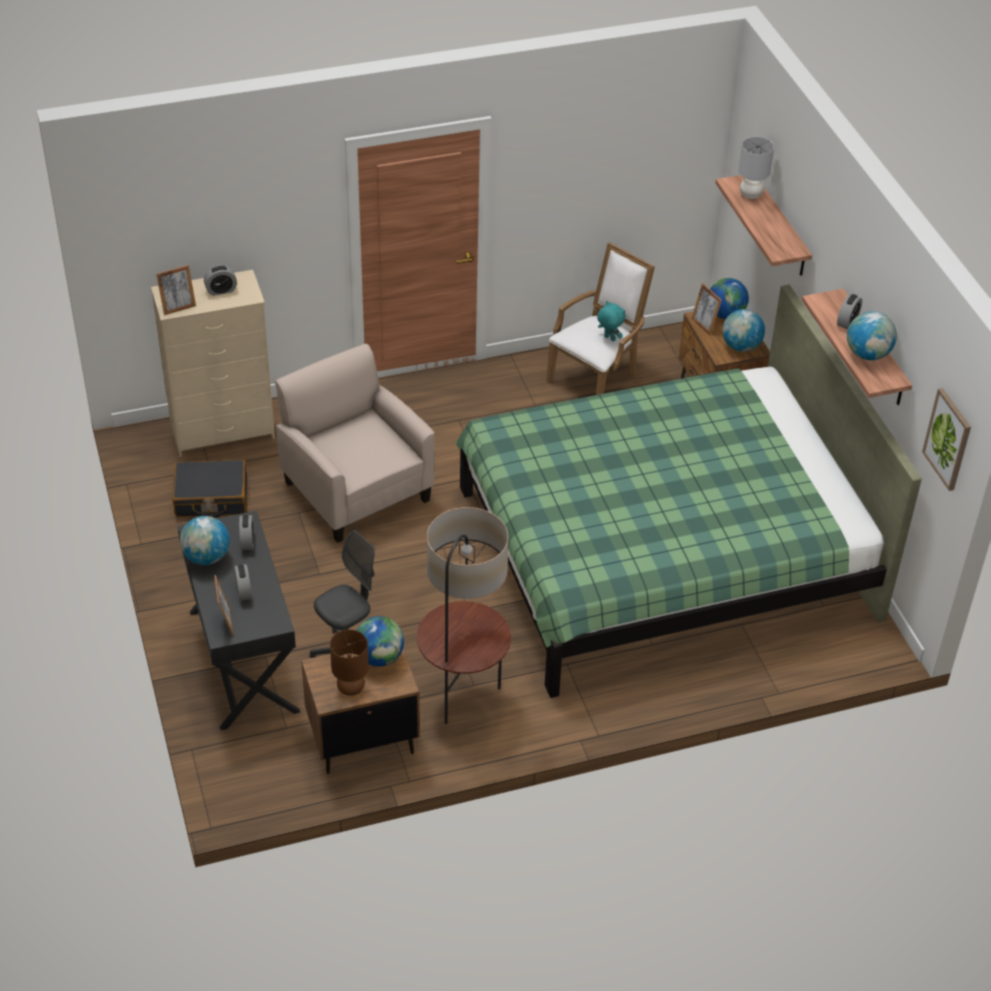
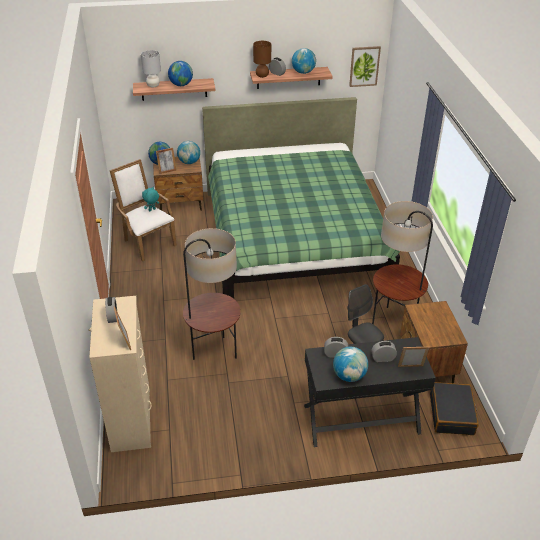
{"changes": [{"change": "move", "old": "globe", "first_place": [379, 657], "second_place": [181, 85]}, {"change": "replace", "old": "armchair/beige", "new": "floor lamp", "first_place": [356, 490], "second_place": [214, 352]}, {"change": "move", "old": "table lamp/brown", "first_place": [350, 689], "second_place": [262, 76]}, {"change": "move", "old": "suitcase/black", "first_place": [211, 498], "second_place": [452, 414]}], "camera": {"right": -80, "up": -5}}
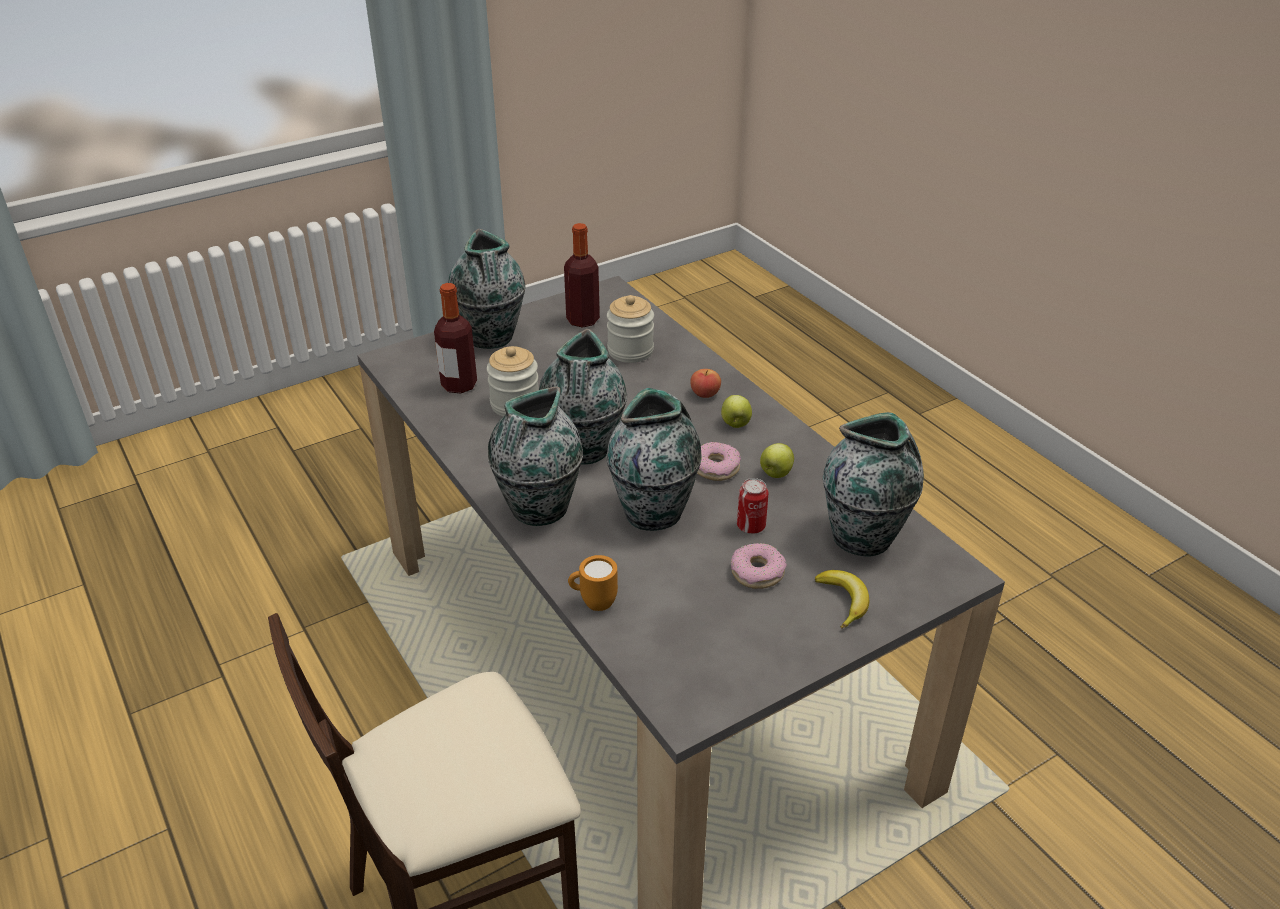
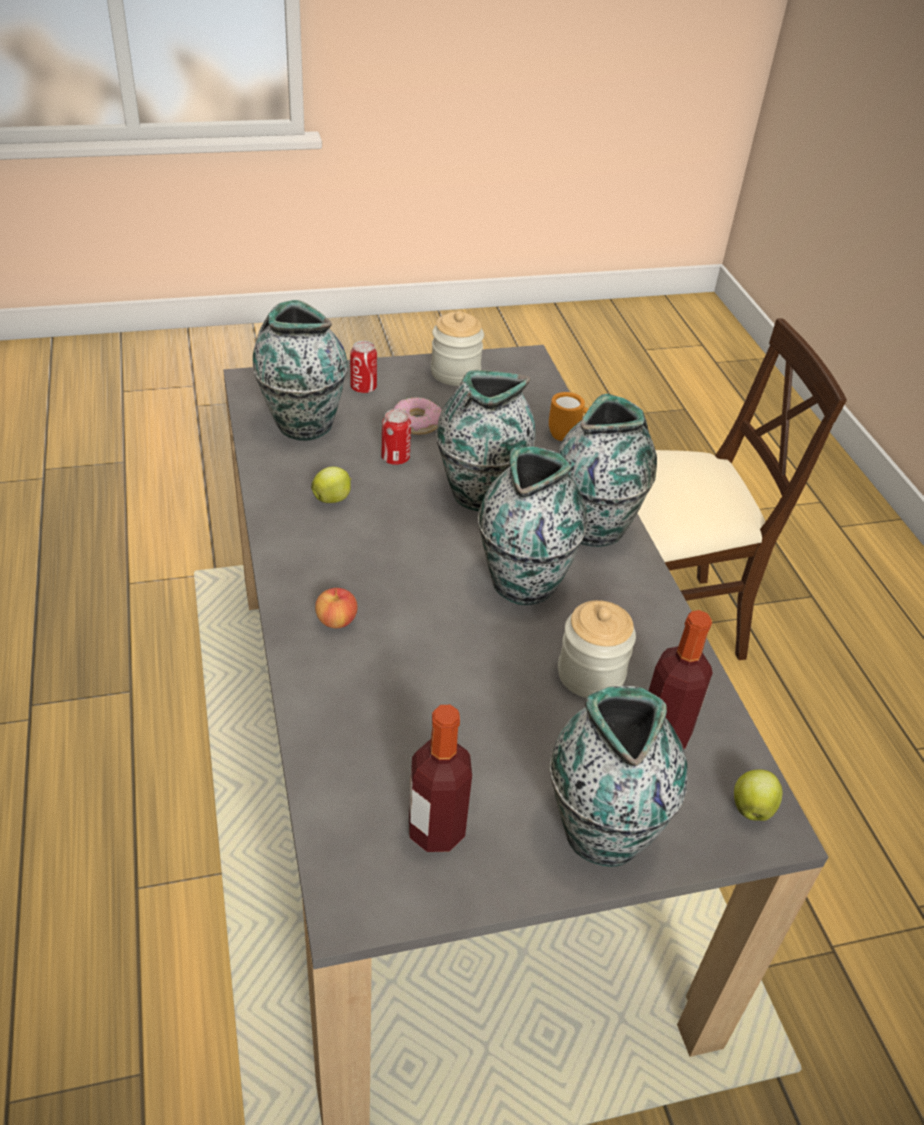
{"changes": [{"change": "replace", "old": "banana", "new": "can", "first_place": [843, 601], "second_place": [363, 388]}, {"change": "move", "old": "jar", "first_place": [630, 351], "second_place": [455, 373]}, {"change": "move", "old": "apple", "first_place": [735, 424], "second_place": [752, 807]}, {"change": "delete", "old": "donut", "first_place": [716, 468]}], "camera": {"right": -165, "up": 5}}
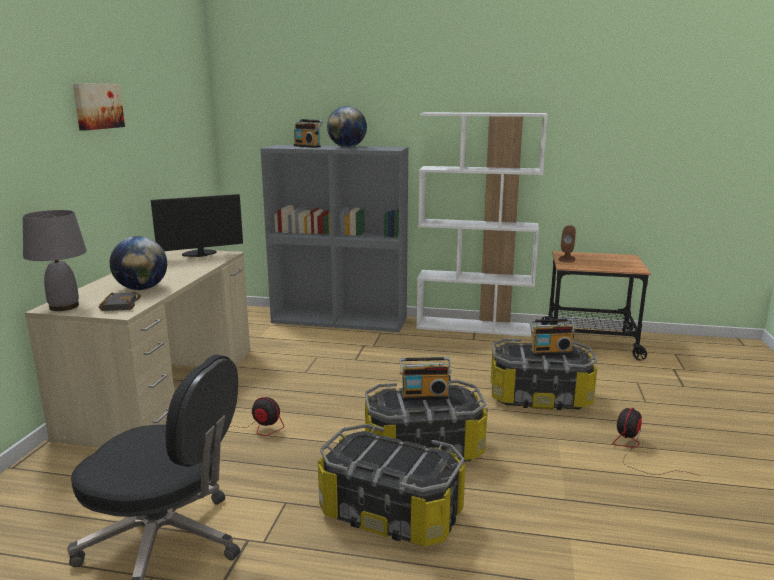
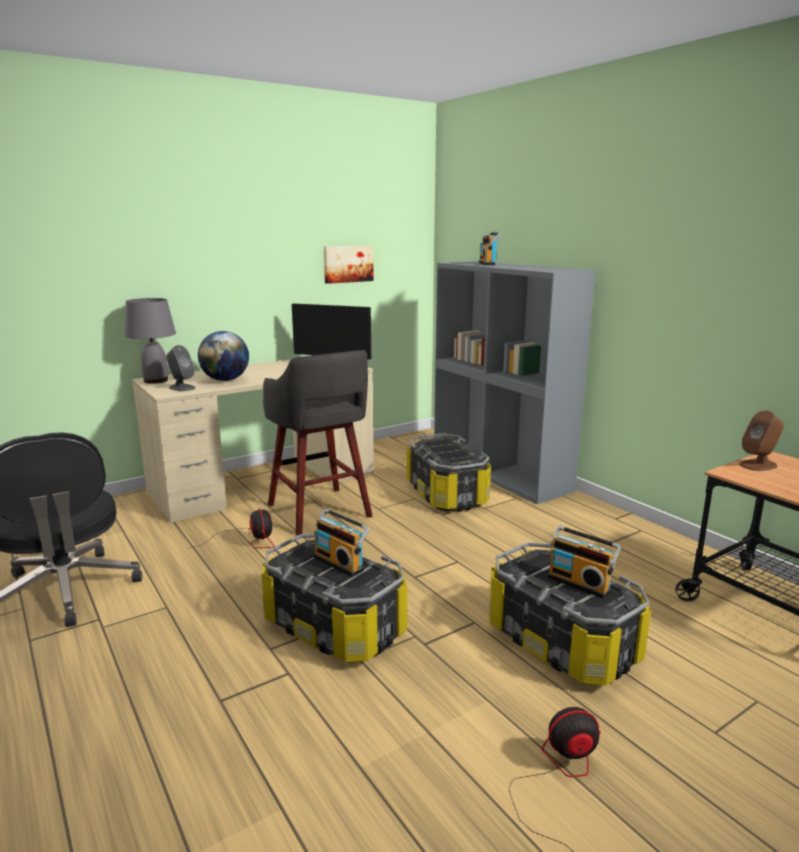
{"changes": [{"change": "replace", "old": "book/black", "new": "speaker/grey", "first_place": [119, 305], "second_place": [181, 388]}, {"change": "insert", "new": "stool/grey", "second_place": [320, 512]}, {"change": "move", "old": "picture", "first_place": [97, 106], "second_place": [347, 264]}, {"change": "move", "old": "storage box", "first_place": [390, 514], "second_place": [445, 494]}, {"change": "delete", "old": "globe", "first_place": [347, 147]}, {"change": "delete", "old": "bookcase/white", "first_place": [474, 326]}], "camera": {"right": 45, "up": 0}}
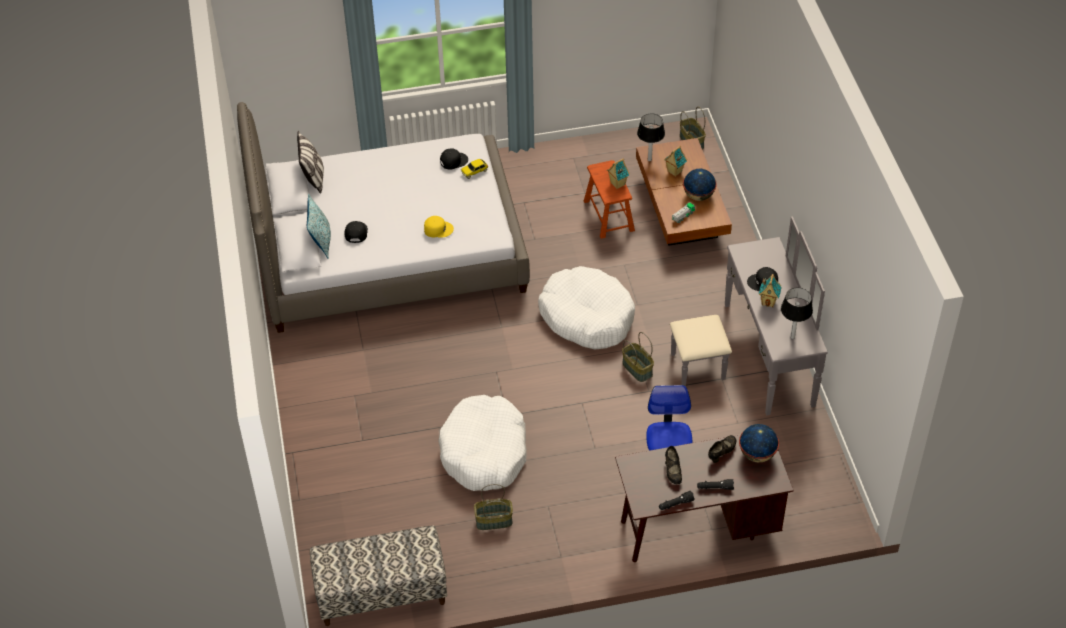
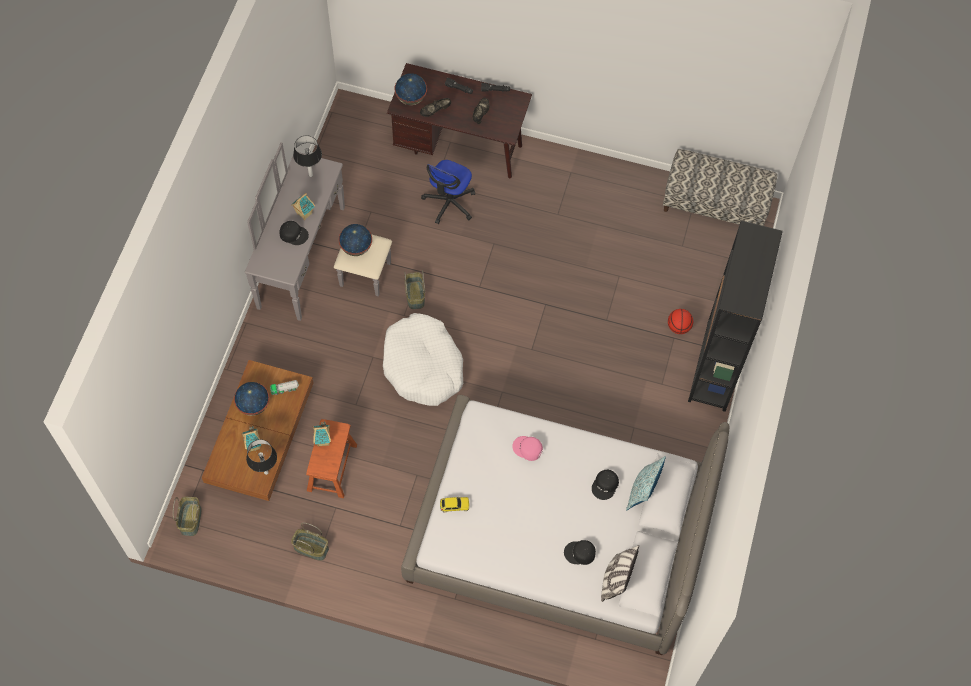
{"changes": [{"change": "move", "old": "basket", "first_place": [493, 521], "second_place": [311, 548]}, {"change": "insert", "new": "globe", "second_place": [356, 248]}, {"change": "recolor", "old": "cap/yellow", "new": "cap/pink", "first_place": [438, 229], "second_place": [527, 449]}, {"change": "move", "old": "cap/black", "first_place": [453, 161], "second_place": [580, 553]}, {"change": "insert", "new": "basketball", "second_place": [678, 327]}, {"change": "insert", "new": "bookcase/black", "second_place": [716, 366]}, {"change": "delete", "old": "dog bed/white", "first_place": [484, 452]}], "camera": {"right": -155, "up": 15}}
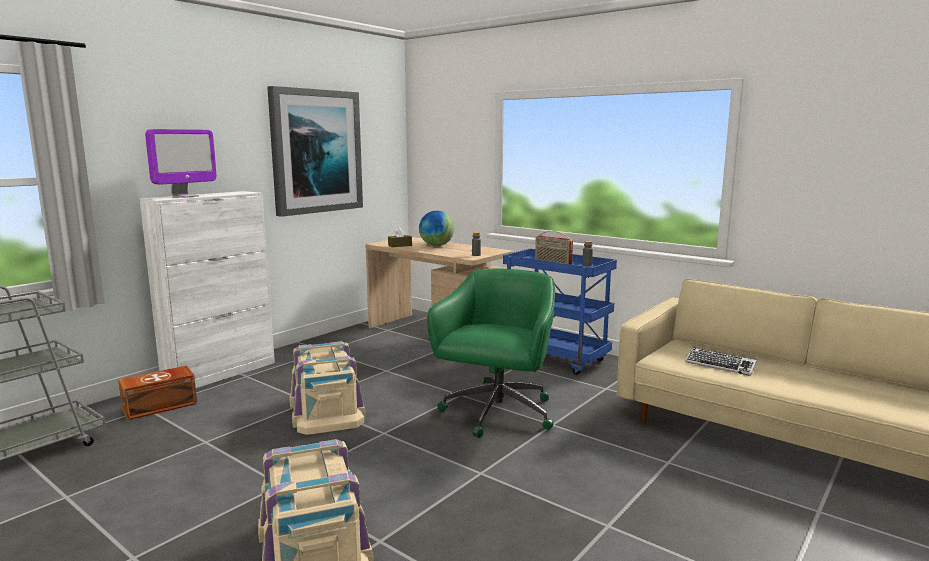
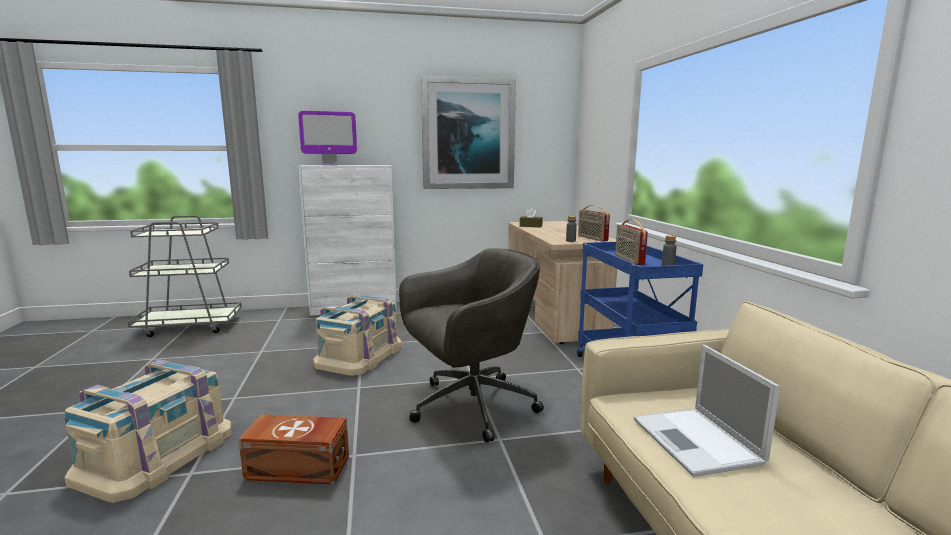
{"changes": [{"change": "move", "old": "storage box/brown", "first_place": [161, 406], "second_place": [298, 468]}, {"change": "recolor", "old": "office chair/green", "new": "office chair/grey", "first_place": [497, 414], "second_place": [470, 407]}, {"change": "insert", "new": "radio", "second_place": [592, 238]}, {"change": "replace", "old": "keyboard", "new": "laptop", "first_place": [720, 365], "second_place": [697, 442]}, {"change": "delete", "old": "globe", "first_place": [436, 245]}], "camera": {"right": 40, "up": 0}}
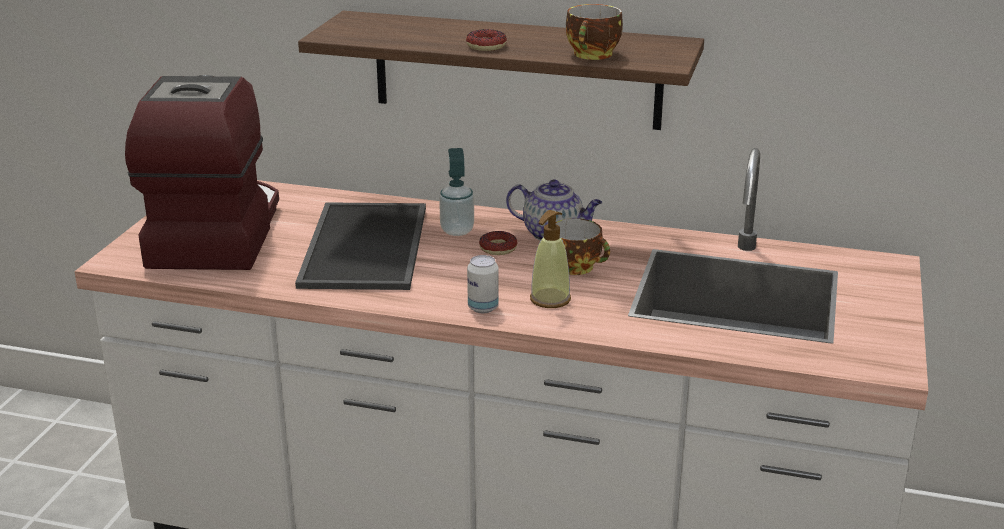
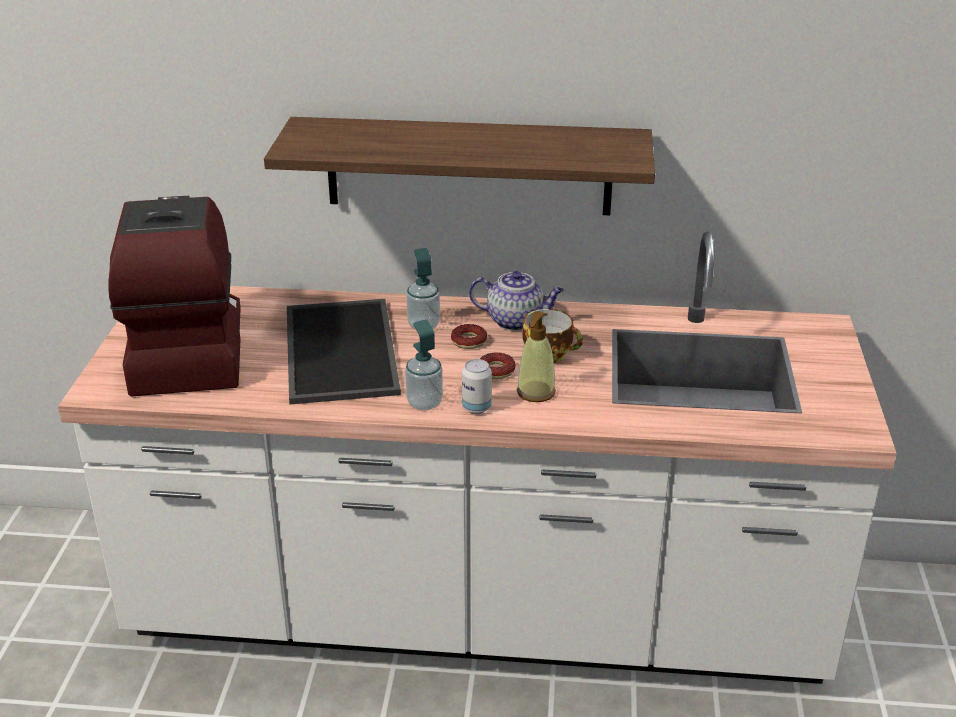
{"changes": [{"change": "insert", "new": "soap dispenser", "second_place": [424, 403]}, {"change": "move", "old": "donut", "first_place": [486, 46], "second_place": [496, 370]}, {"change": "delete", "old": "cup", "first_place": [593, 55]}], "camera": {"right": -10, "up": 5}}
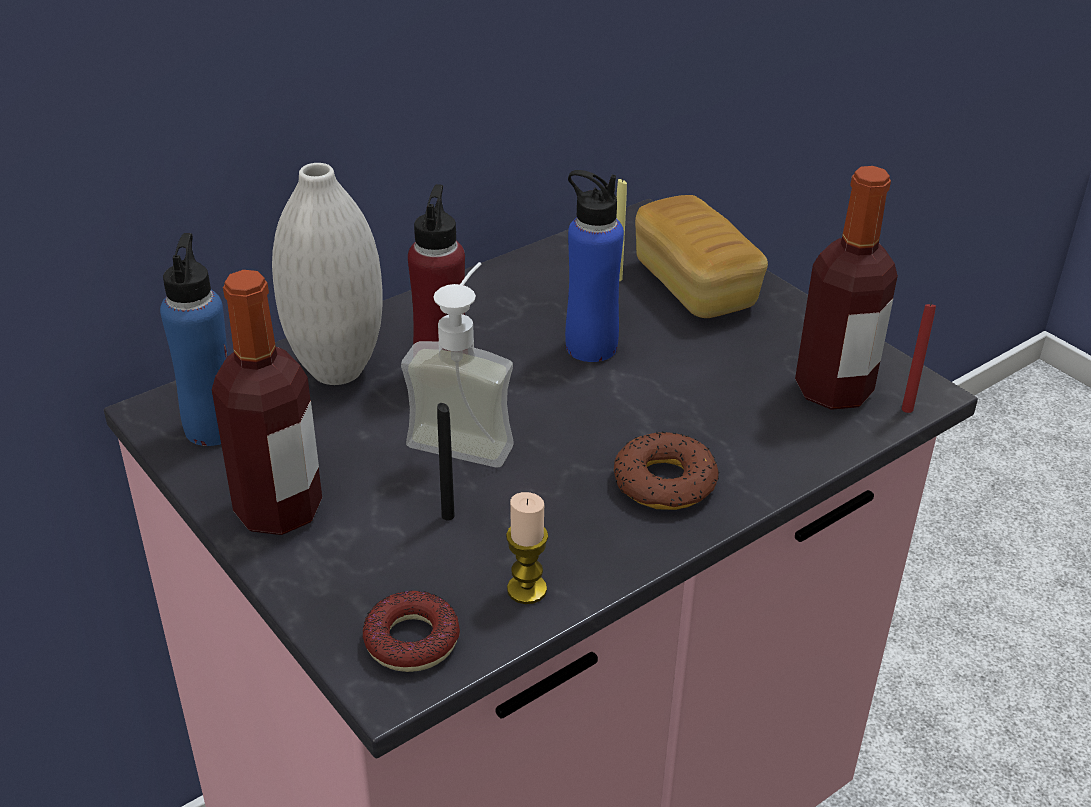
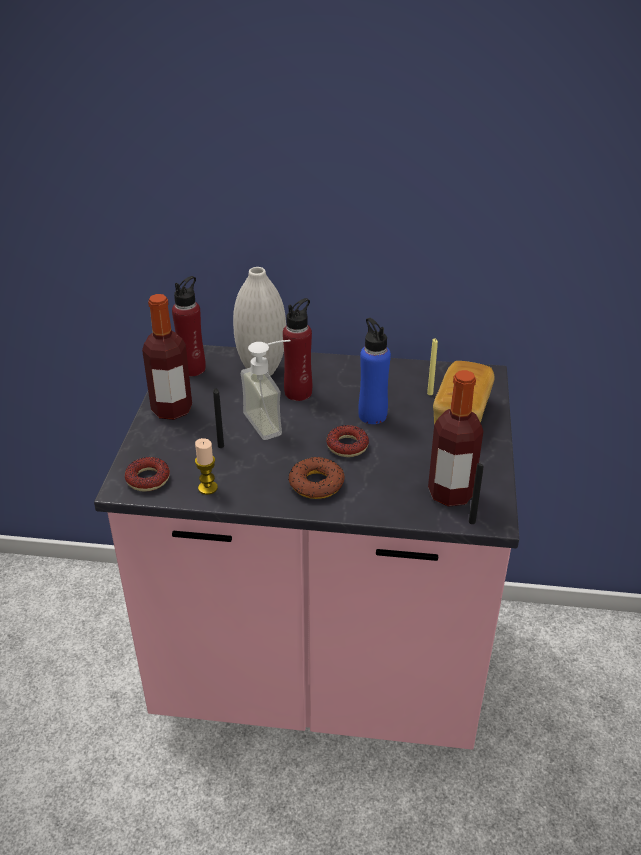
{"changes": [{"change": "recolor", "old": "bottle/blue", "new": "bottle/red", "first_place": [213, 428], "second_place": [192, 369]}, {"change": "insert", "new": "donut", "second_place": [347, 446]}, {"change": "recolor", "old": "candle/red", "new": "candle/black", "first_place": [907, 409], "second_place": [472, 522]}], "camera": {"right": 45, "up": 0}}
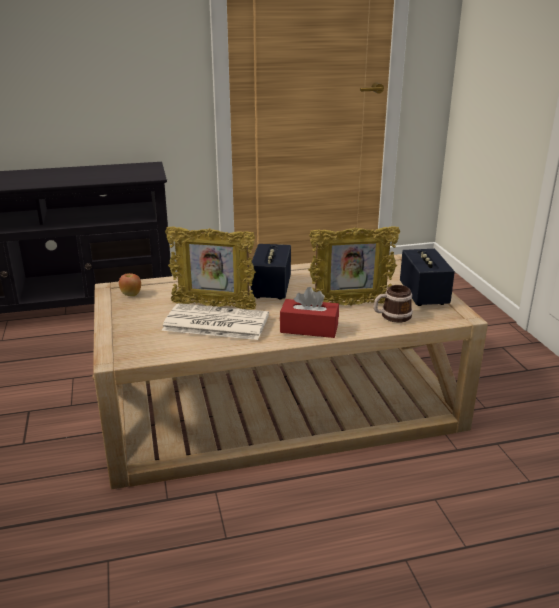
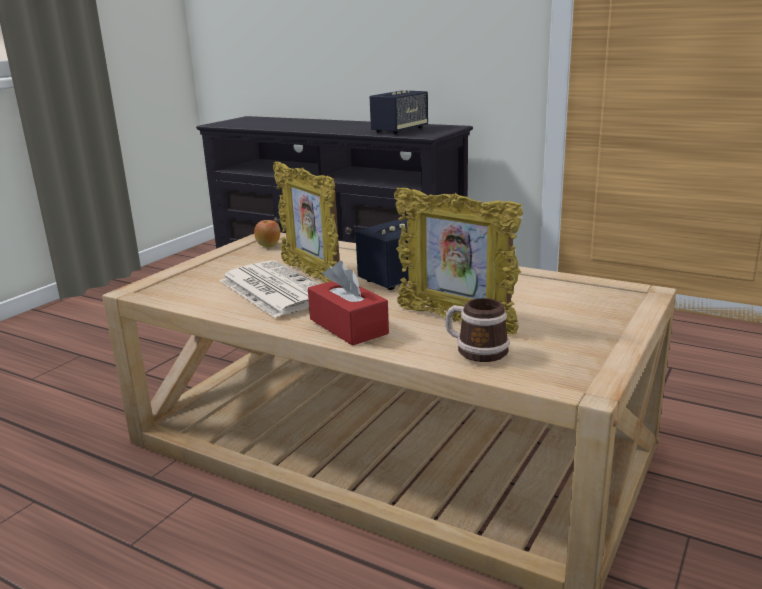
{"changes": [{"change": "move", "old": "speaker", "first_place": [423, 295], "second_place": [400, 130]}], "camera": {"right": 45, "up": -5}}
